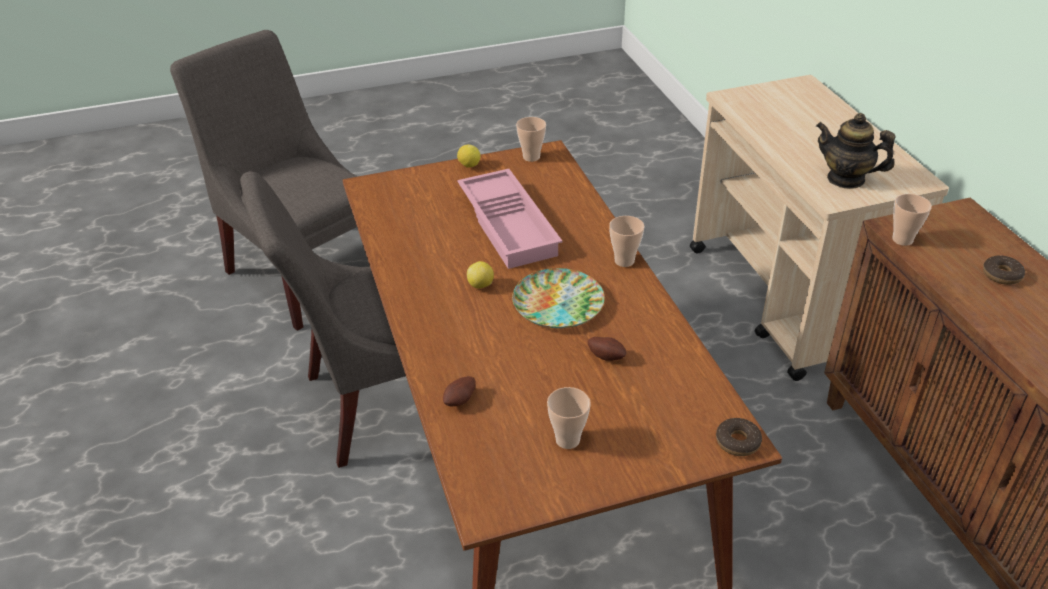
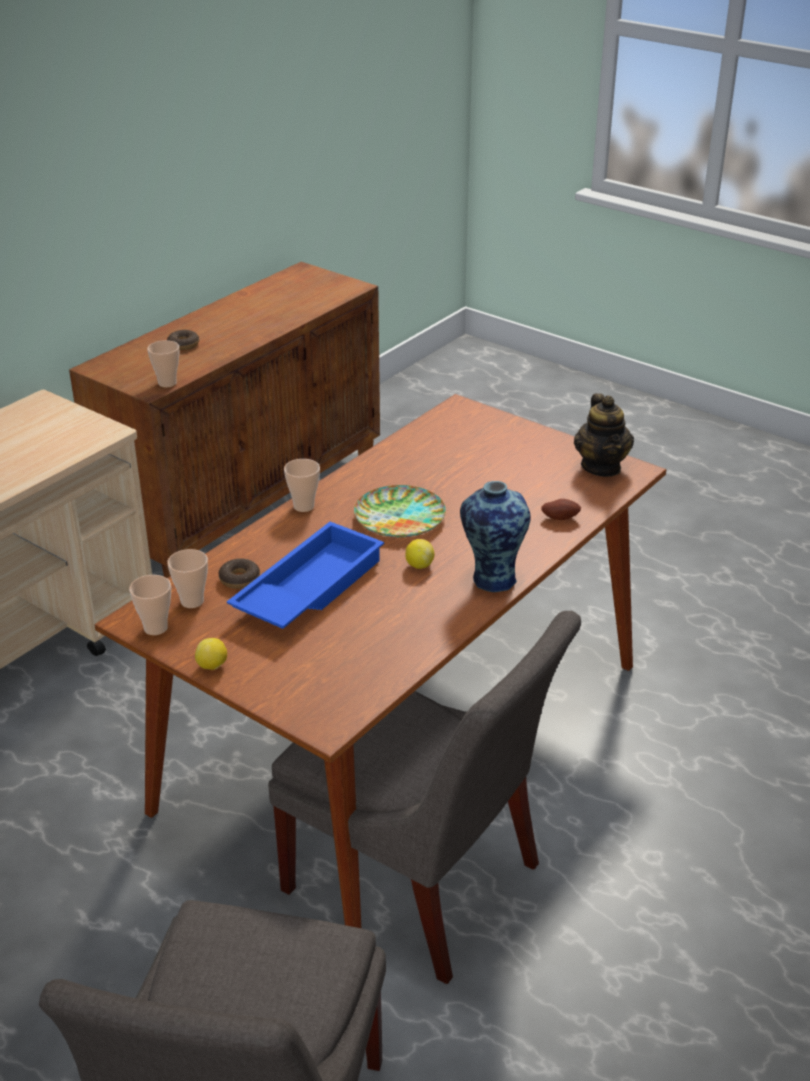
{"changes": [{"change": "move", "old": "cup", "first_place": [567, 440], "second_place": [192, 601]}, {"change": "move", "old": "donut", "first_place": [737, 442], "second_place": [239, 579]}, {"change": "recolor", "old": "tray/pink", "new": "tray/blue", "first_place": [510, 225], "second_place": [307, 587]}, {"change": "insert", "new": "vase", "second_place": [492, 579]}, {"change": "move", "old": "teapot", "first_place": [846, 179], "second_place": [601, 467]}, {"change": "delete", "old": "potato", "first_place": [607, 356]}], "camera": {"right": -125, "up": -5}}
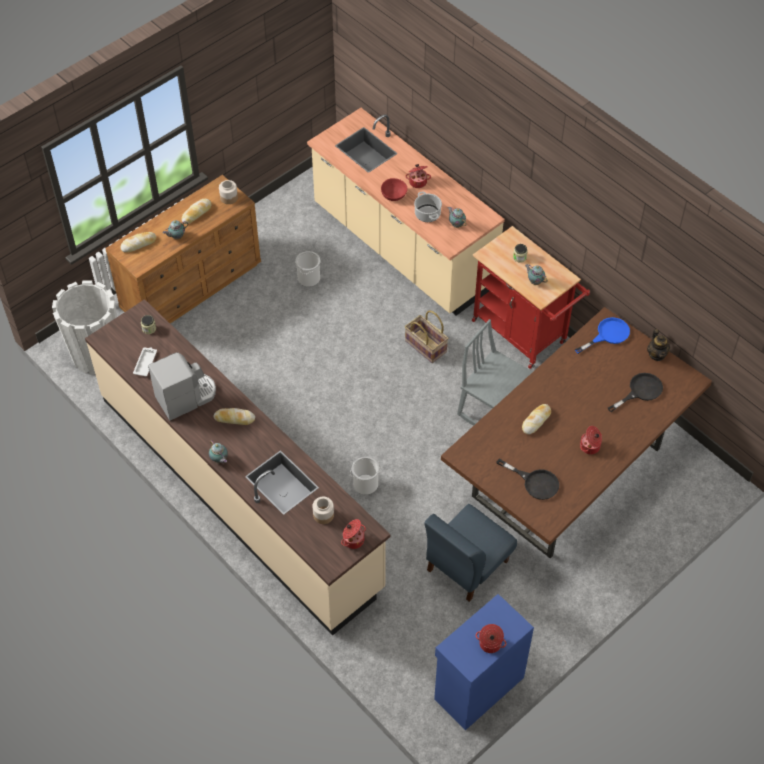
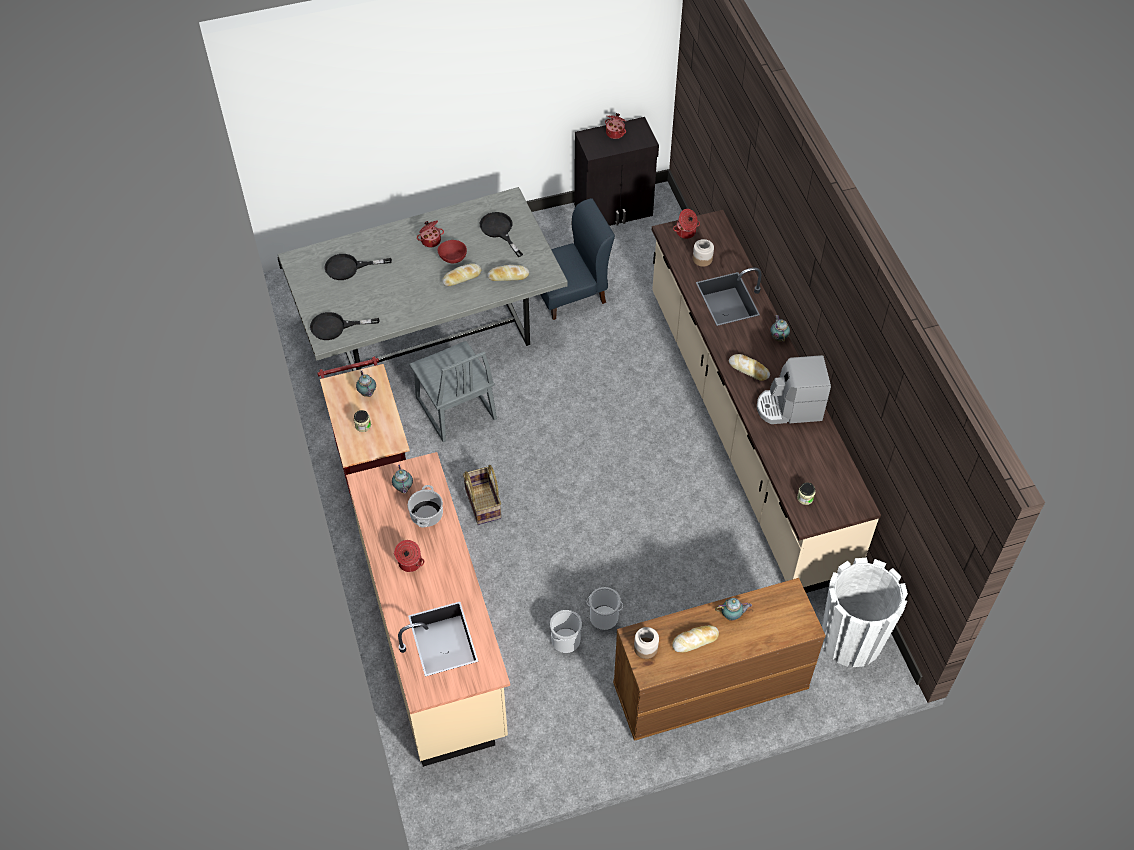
{"changes": [{"change": "recolor", "old": "dining table/brown", "new": "dining table/grey", "first_place": [568, 471], "second_place": [429, 333]}, {"change": "recolor", "old": "frying pan/blue", "new": "frying pan/black", "first_place": [608, 335], "second_place": [335, 327]}, {"change": "move", "old": "bowl/red", "first_place": [393, 195], "second_place": [453, 258]}, {"change": "move", "old": "bread", "first_place": [138, 244], "second_place": [508, 276]}, {"change": "recolor", "old": "cabinet/blue", "new": "cabinet/black", "first_place": [477, 687], "second_place": [614, 211]}, {"change": "move", "old": "bucket", "first_place": [366, 484], "second_place": [603, 617]}, {"change": "delete", "old": "tray/white", "first_place": [145, 363]}, {"change": "delete", "old": "teapot", "first_place": [656, 354]}], "camera": {"right": -155, "up": 0}}
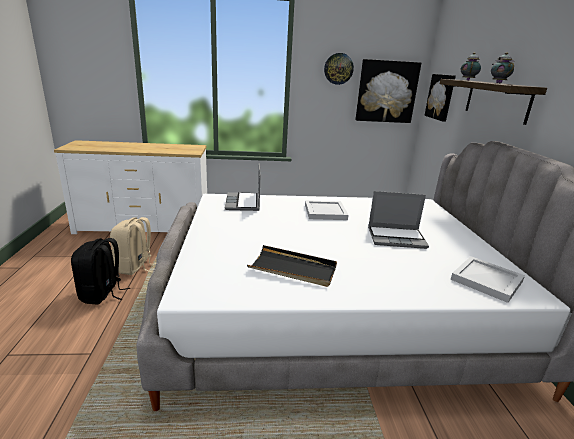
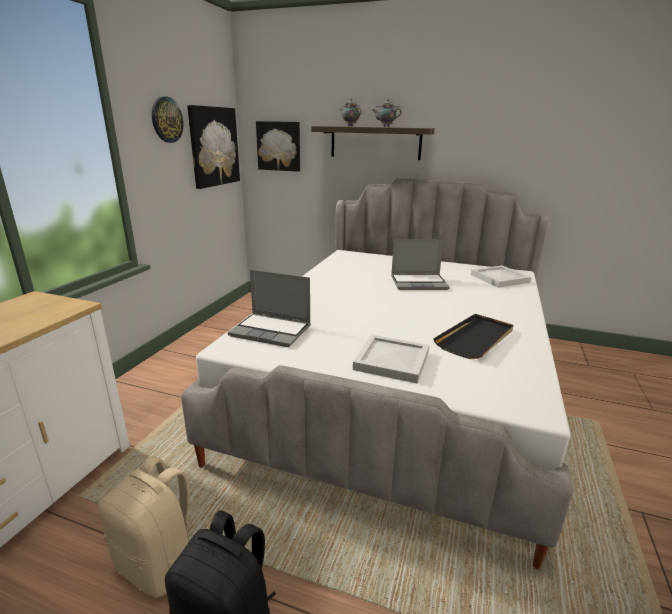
{"changes": [{"change": "move", "old": "tray/white", "first_place": [326, 212], "second_place": [391, 360]}, {"change": "rotate", "old": "laptop", "first_place": [397, 238], "second_place": [419, 283], "degrees": 60}], "camera": {"right": -65, "up": 0}}
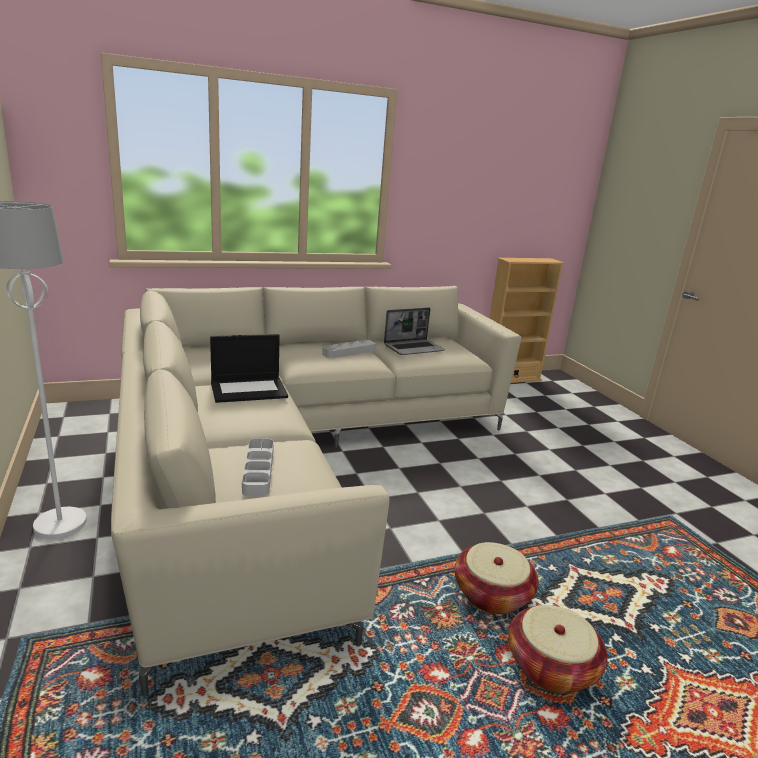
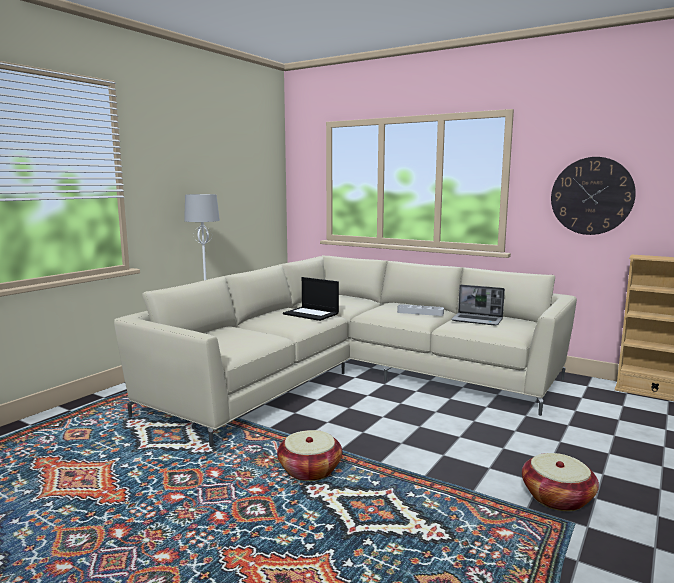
{"changes": [{"change": "move", "old": "basket", "first_place": [551, 667], "second_place": [557, 498]}, {"change": "insert", "new": "wall clock", "second_place": [591, 196]}, {"change": "delete", "old": "tray/grey", "first_place": [258, 470]}], "camera": {"right": 55, "up": -10}}
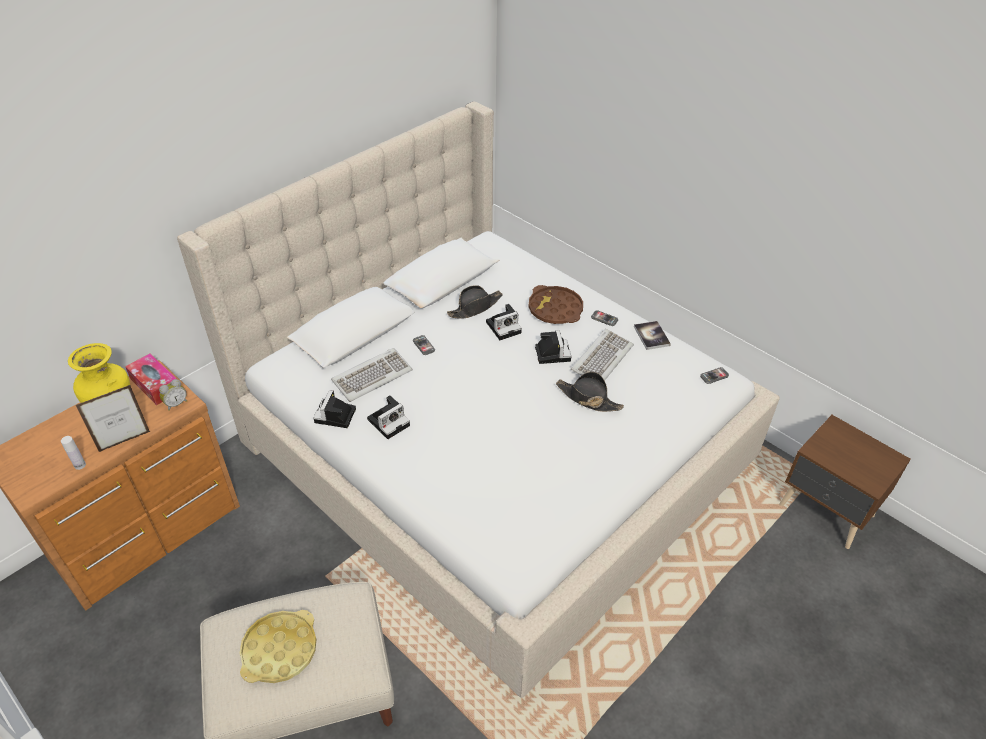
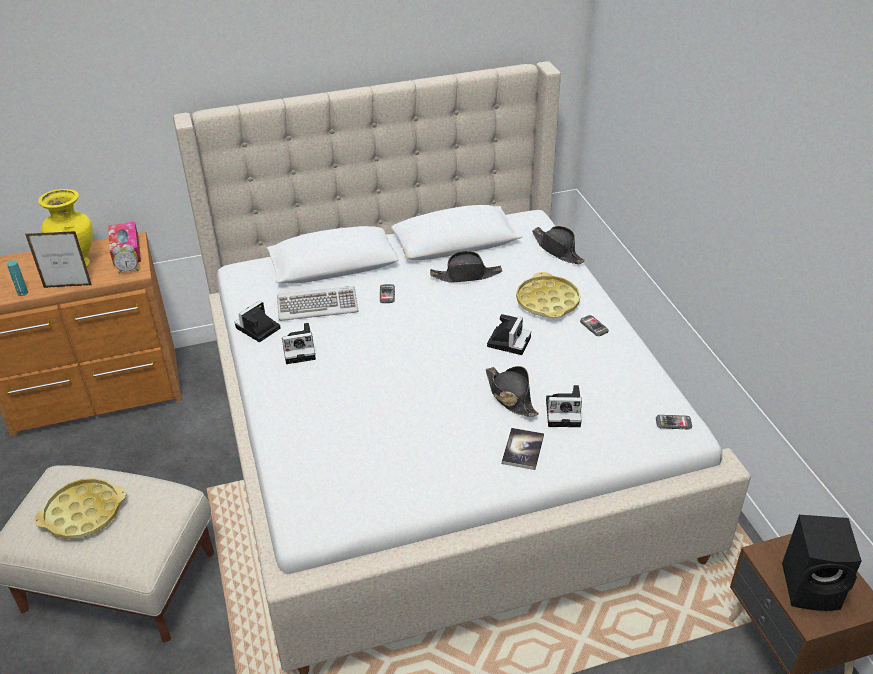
{"changes": [{"change": "recolor", "old": "bottle/white", "new": "bottle/turquoise", "first_place": [80, 465], "second_place": [22, 293]}, {"change": "move", "old": "book", "first_place": [651, 336], "second_place": [523, 449]}, {"change": "recolor", "old": "tray/brown", "new": "tray/yellow", "first_place": [555, 309], "second_place": [547, 301]}, {"change": "insert", "new": "hat/black", "second_place": [557, 250]}, {"change": "move", "old": "photo camera", "first_place": [504, 327], "second_place": [564, 412]}, {"change": "insert", "new": "speaker/black", "second_place": [812, 587]}, {"change": "delete", "old": "keyboard", "first_place": [601, 358]}], "camera": {"right": 30, "up": -5}}
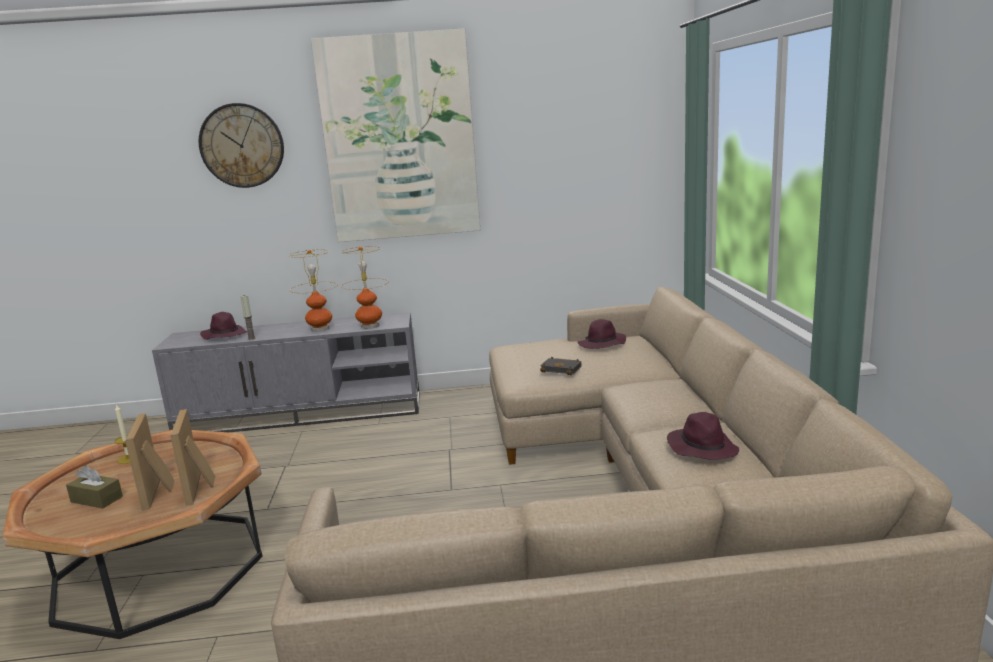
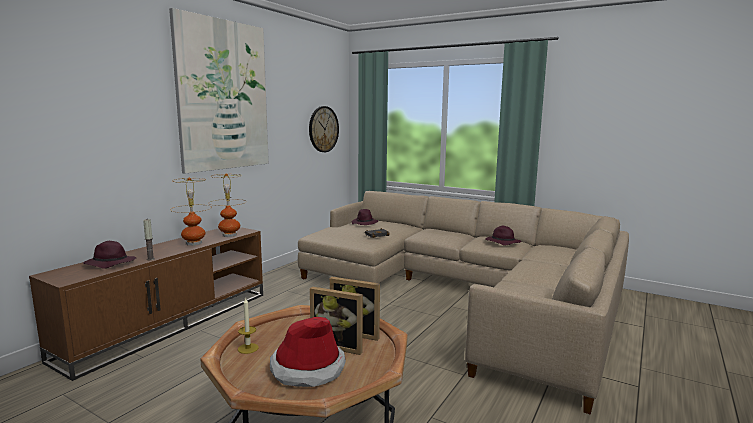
{"changes": [{"change": "recolor", "old": "tv stand/grey", "new": "tv stand/brown", "first_place": [302, 414], "second_place": [171, 323]}, {"change": "replace", "old": "tissue box/brown", "new": "hat", "first_place": [96, 499], "second_place": [307, 368]}, {"change": "move", "old": "wall clock", "first_place": [242, 145], "second_place": [323, 129]}], "camera": {"right": -55, "up": -5}}
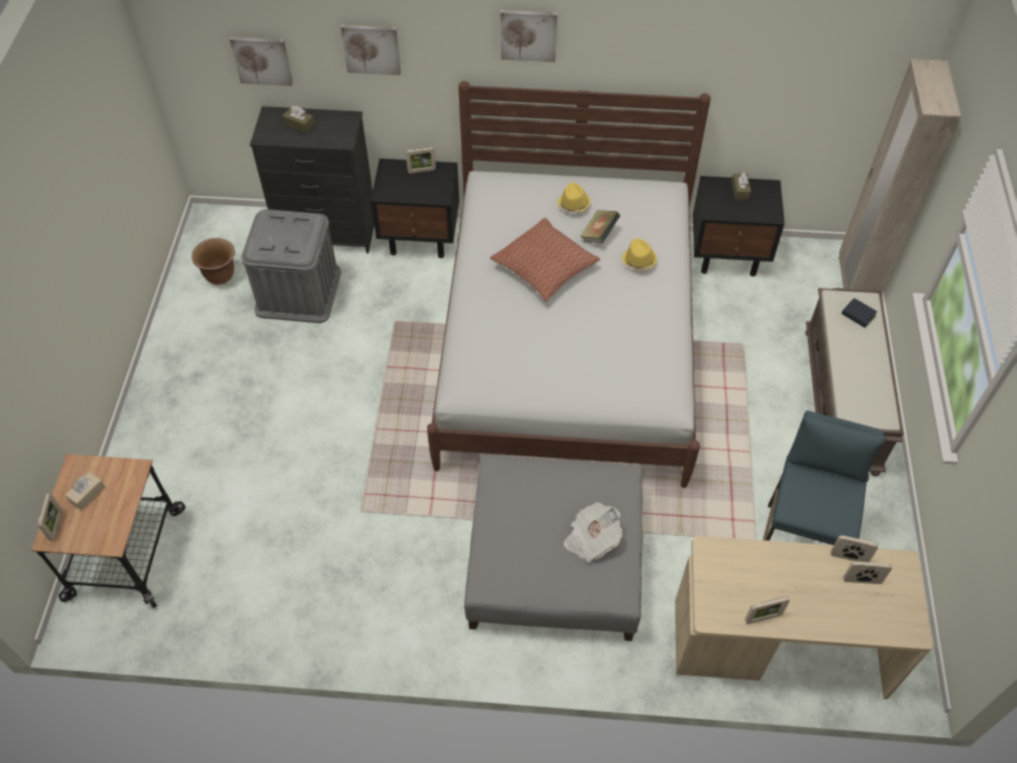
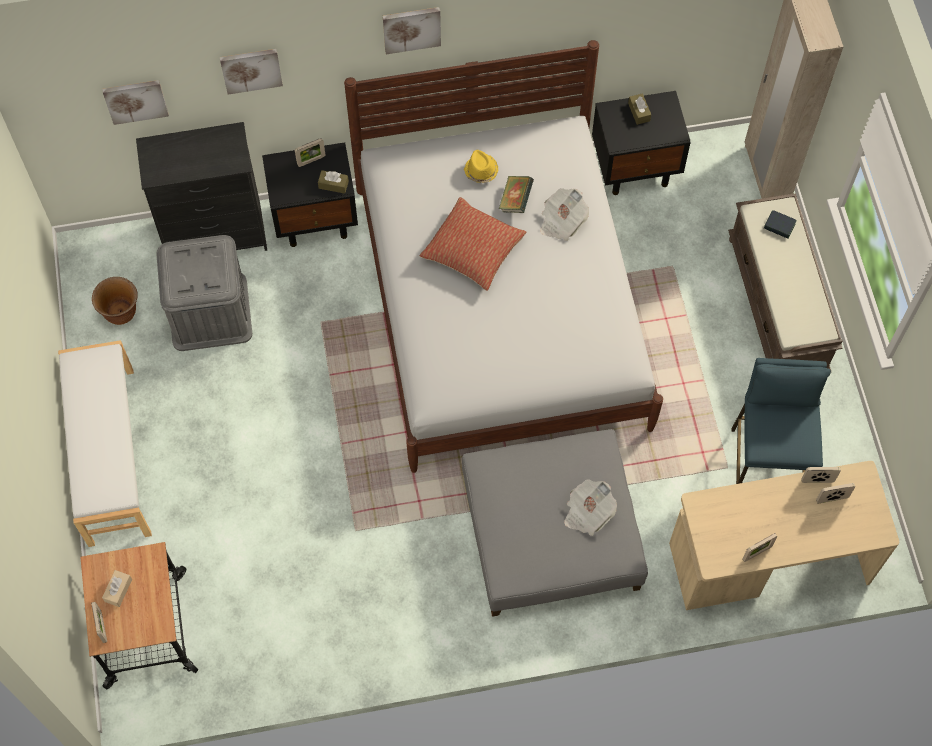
{"changes": [{"change": "insert", "new": "bench/white", "second_place": [110, 456]}, {"change": "move", "old": "tissue box/brown", "first_place": [299, 124], "second_place": [333, 185]}, {"change": "replace", "old": "hat/yellow", "new": "newspaper", "first_place": [638, 261], "second_place": [561, 221]}], "camera": {"right": -15, "up": 10}}
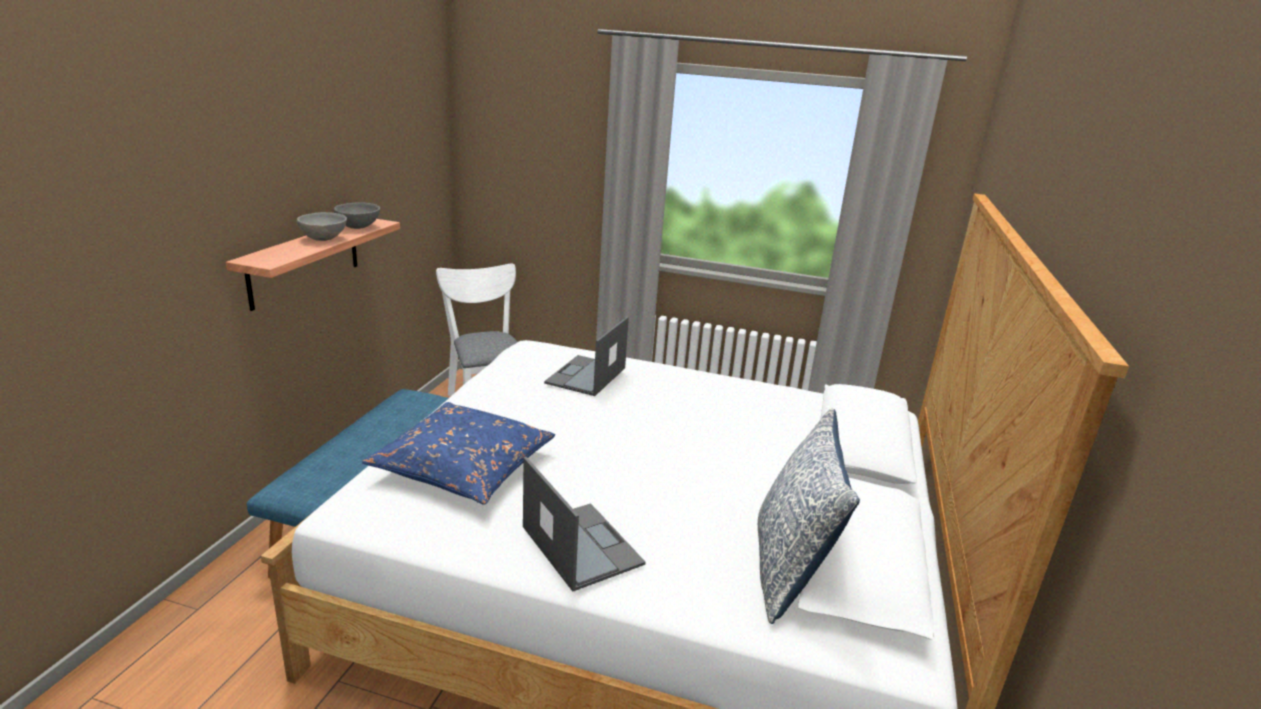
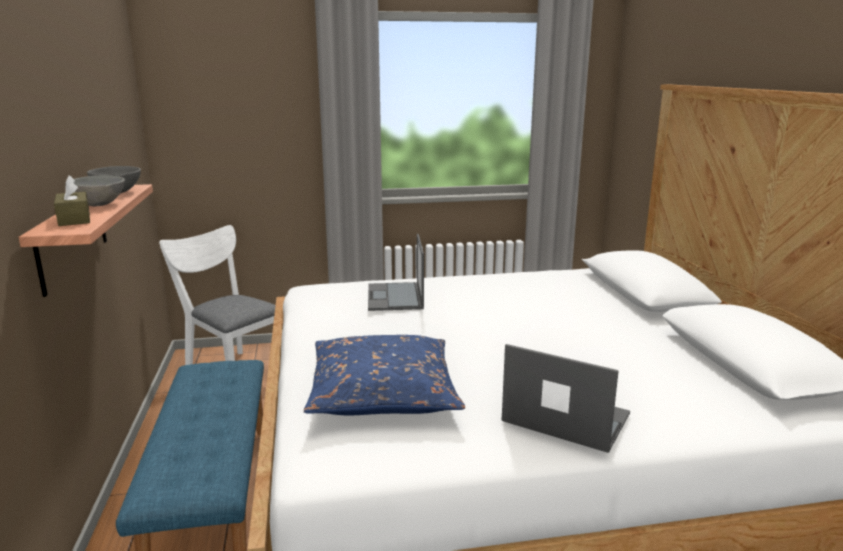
{"changes": [{"change": "insert", "new": "tissue box/brown", "second_place": [74, 219]}, {"change": "delete", "old": "pillow", "first_place": [790, 569]}], "camera": {"right": -25, "up": -5}}
